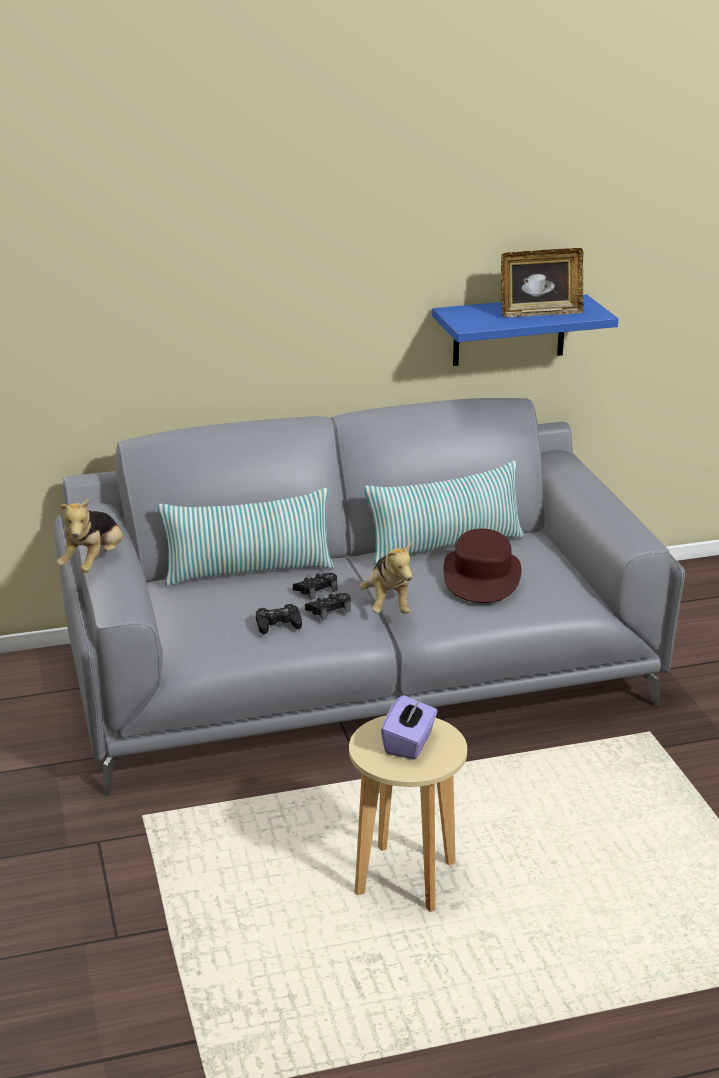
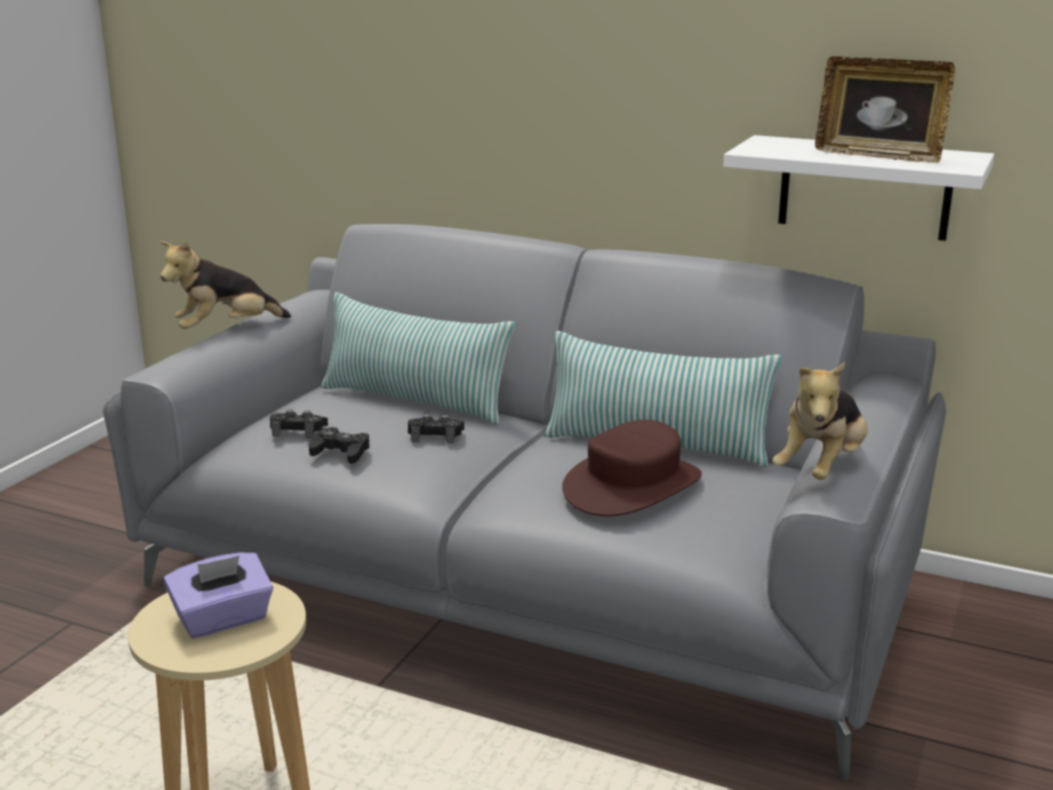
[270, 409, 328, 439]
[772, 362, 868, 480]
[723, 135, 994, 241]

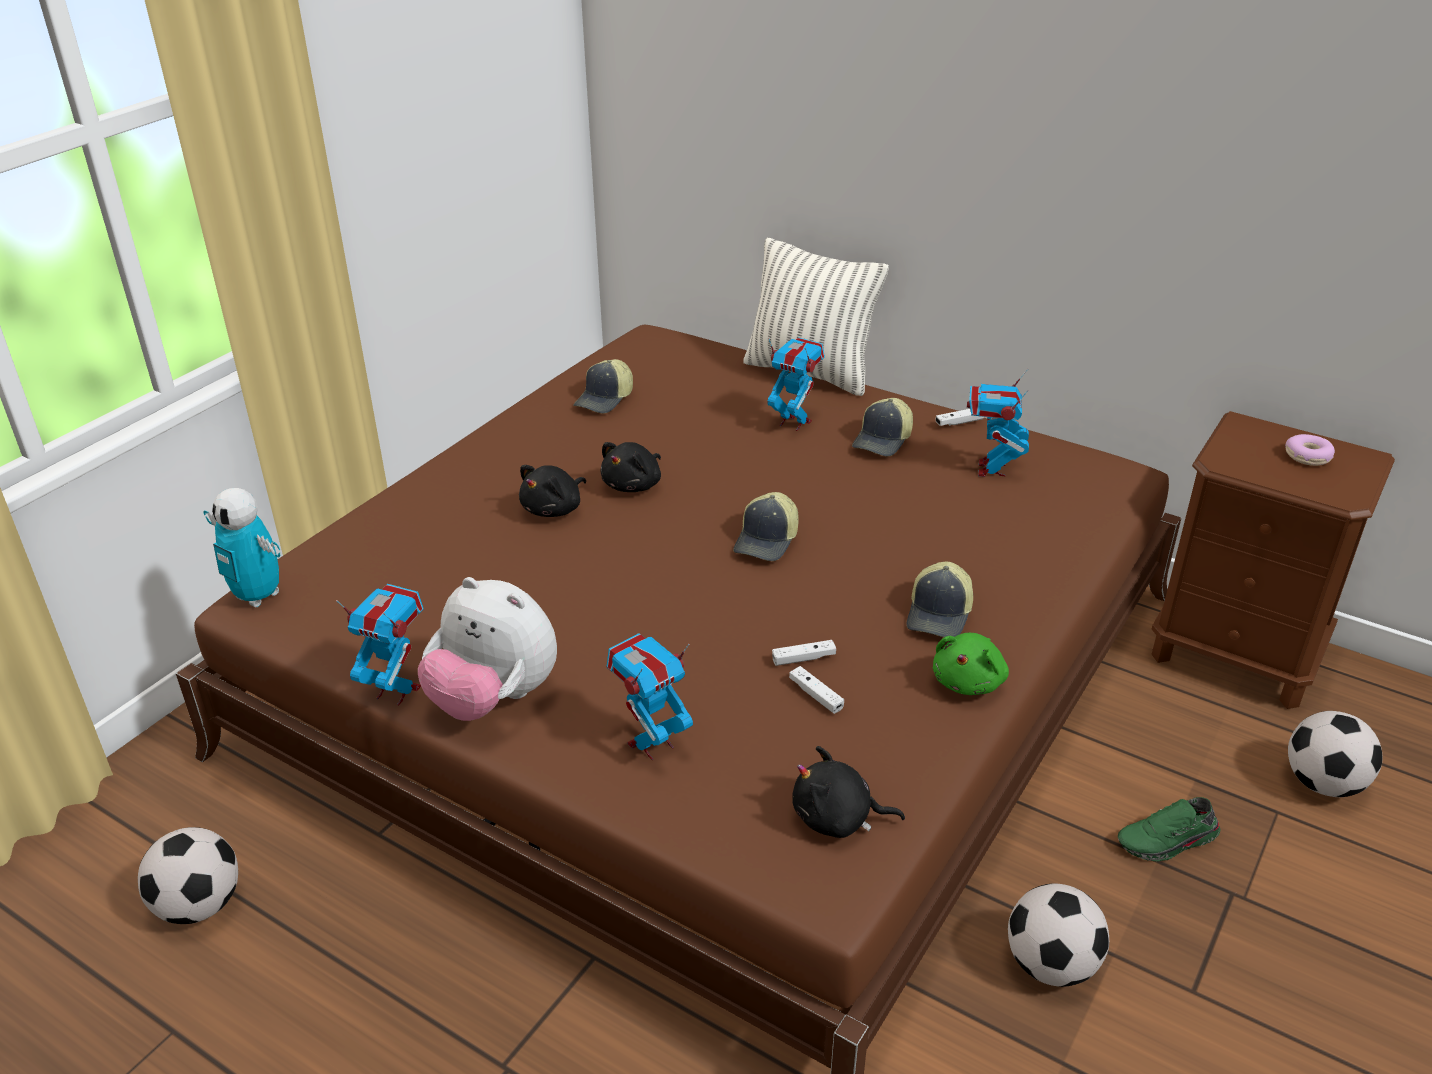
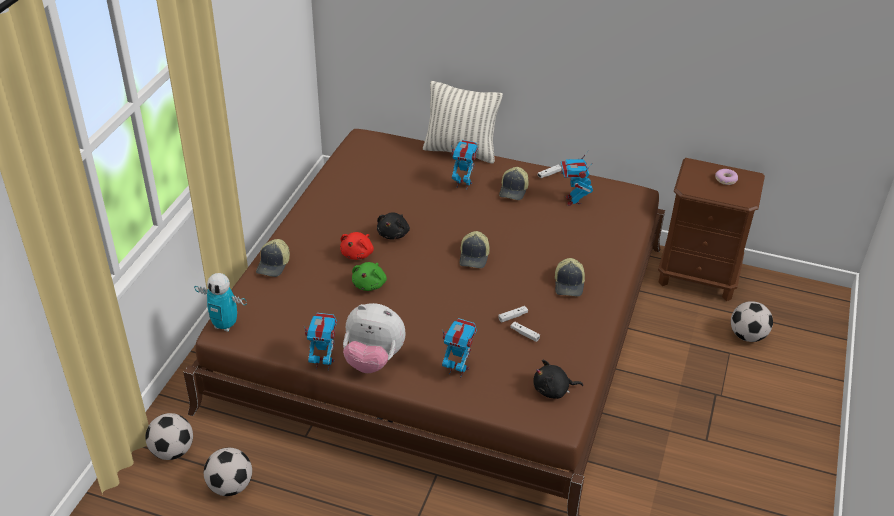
[340, 232, 374, 260]
[256, 239, 290, 277]
[442, 318, 477, 378]
[352, 262, 387, 291]
[145, 413, 193, 460]
[1118, 797, 1220, 862] (first image)

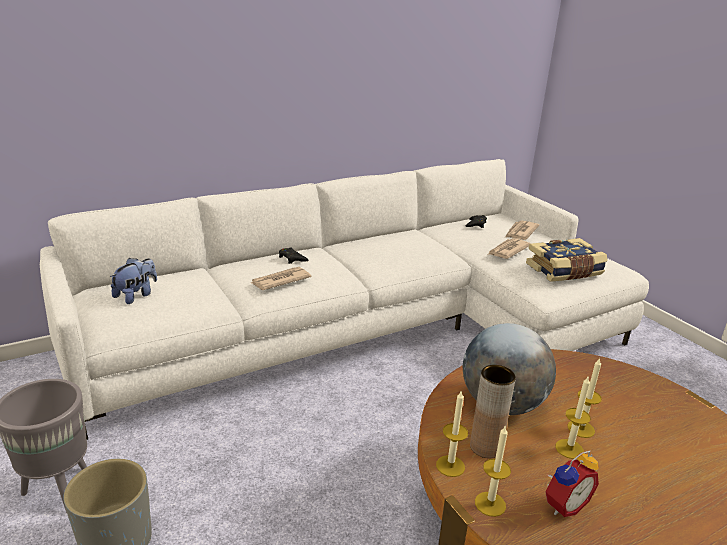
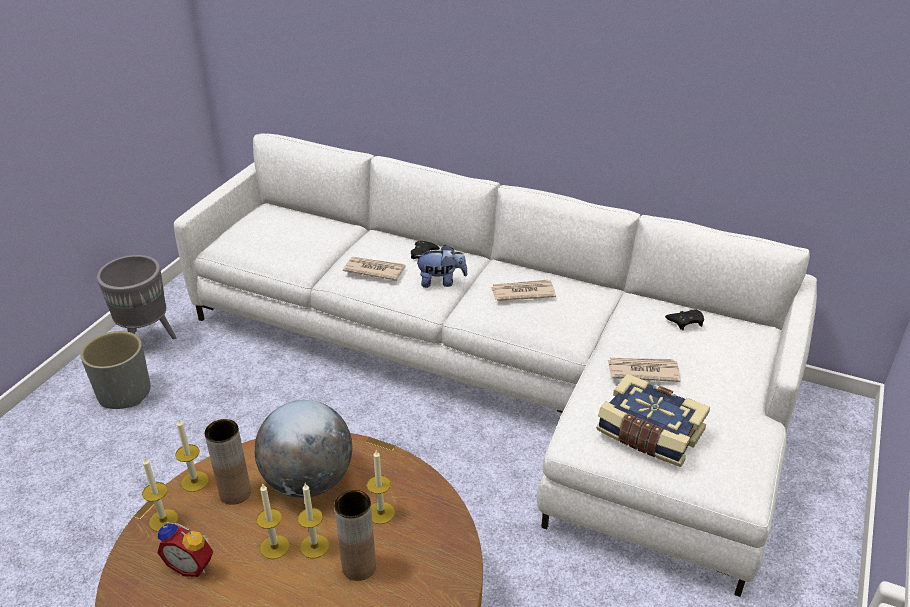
[415, 245, 468, 288]
[491, 280, 556, 301]
[334, 490, 376, 581]
[367, 449, 395, 524]

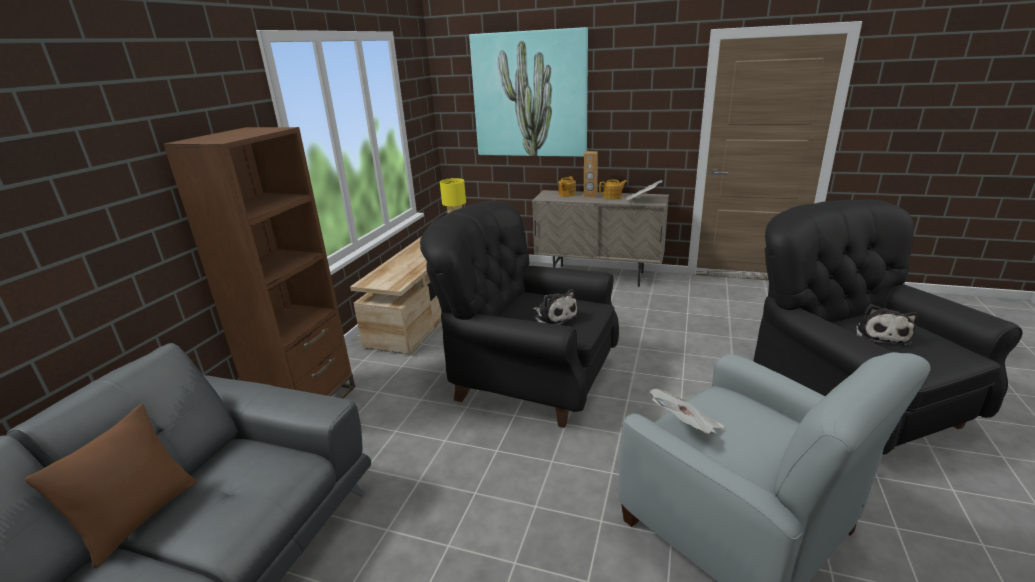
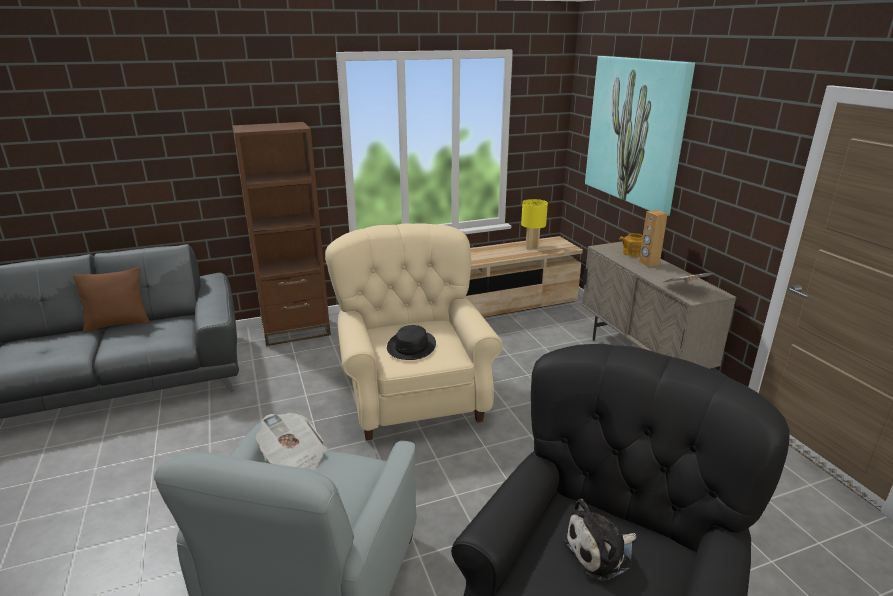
[325, 223, 503, 441]
[387, 325, 436, 360]
[599, 180, 627, 199] (first image)

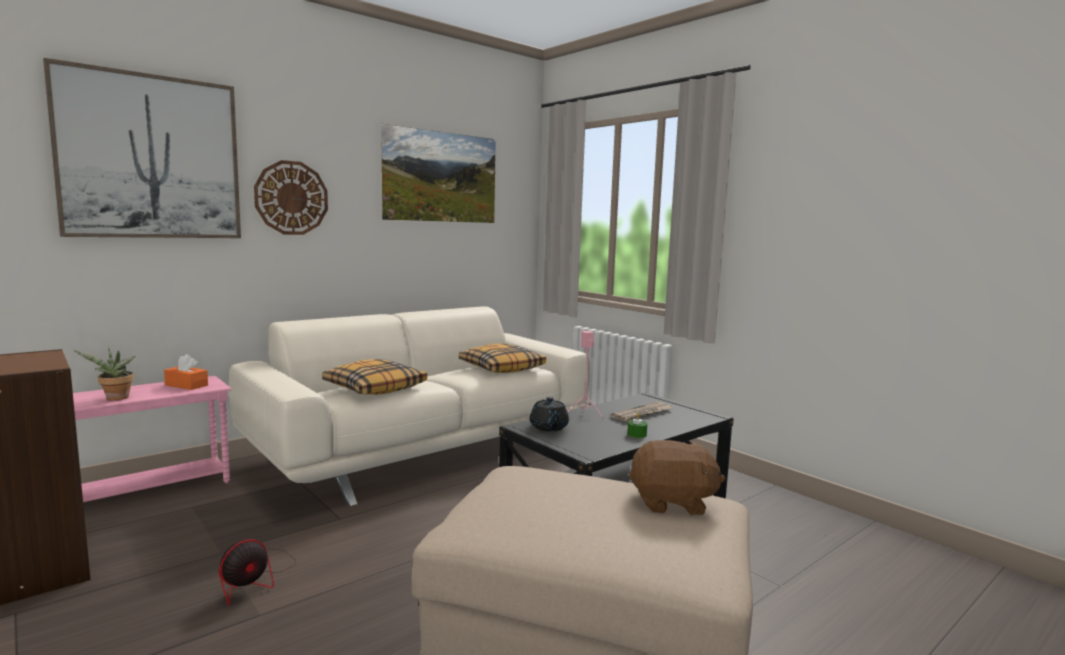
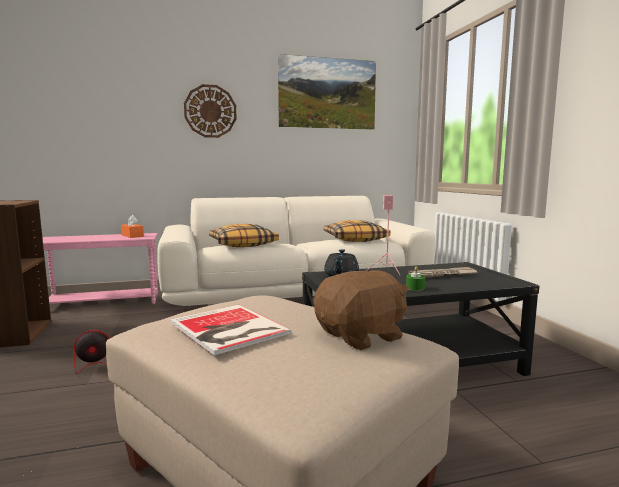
[43, 58, 241, 238] (first image)
[74, 347, 136, 401] (first image)
[314, 270, 409, 350]
[171, 305, 292, 355]

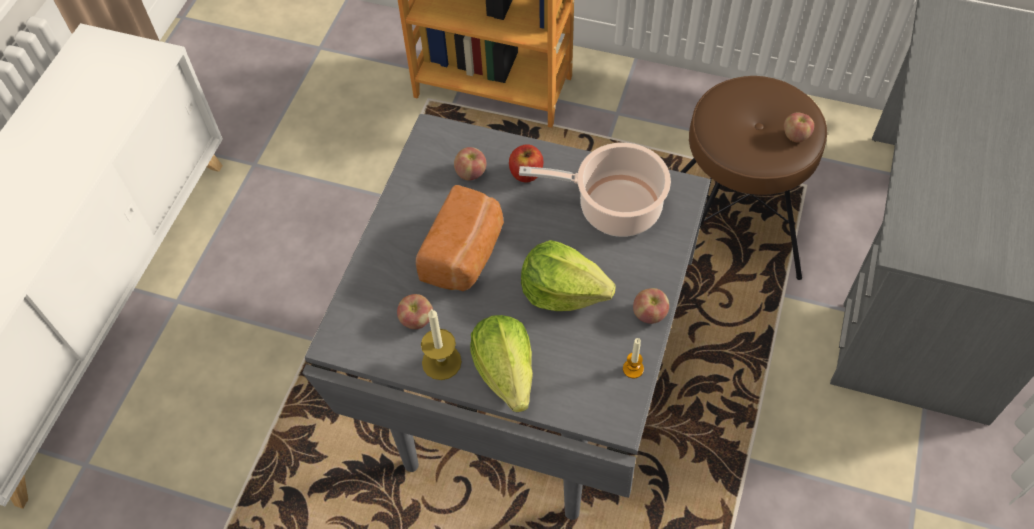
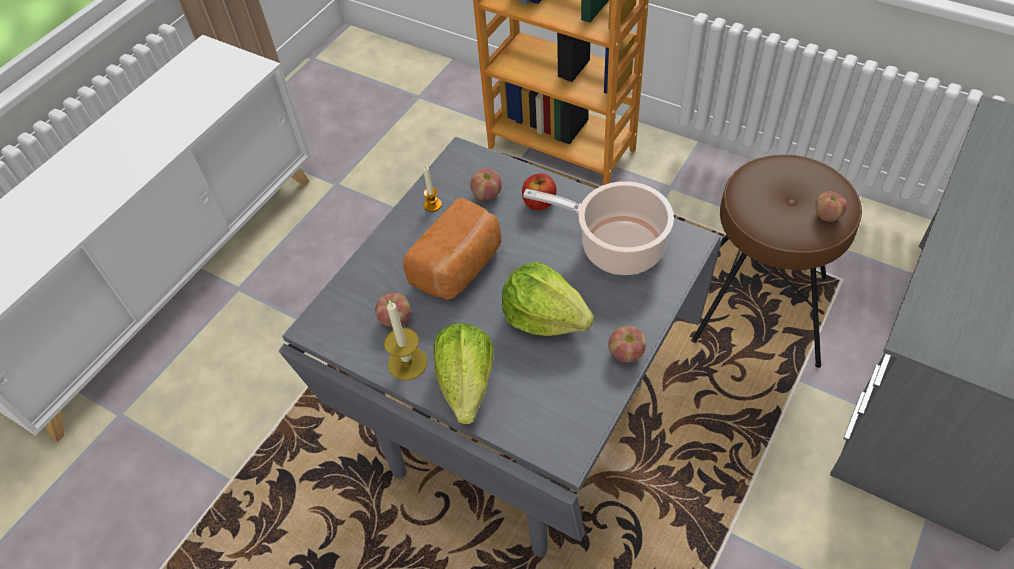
[423, 166, 442, 212]

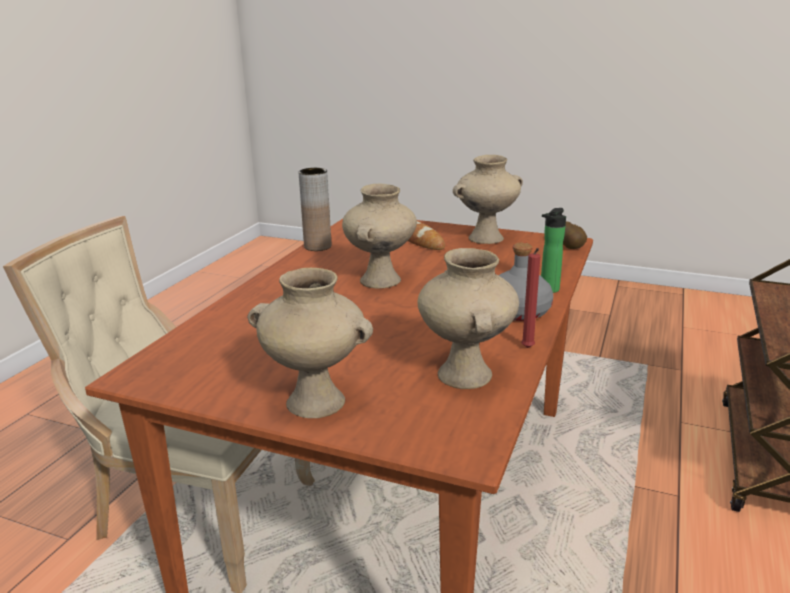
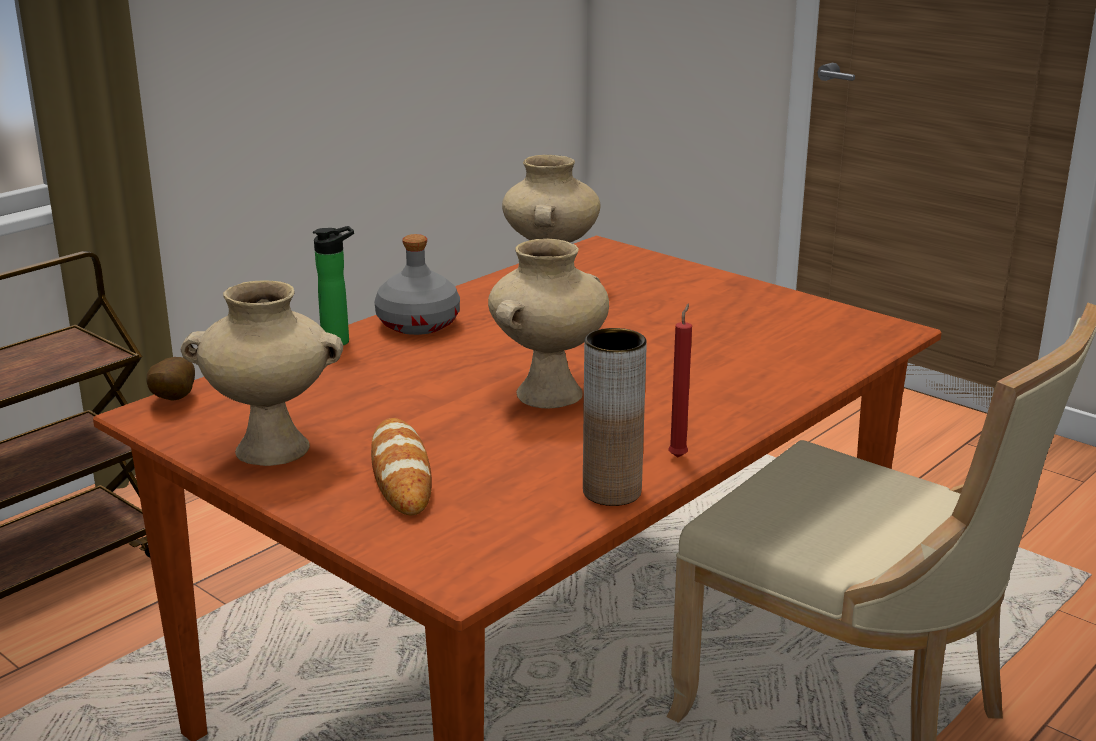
[247, 268, 373, 418] (first image)
[668, 303, 692, 458]

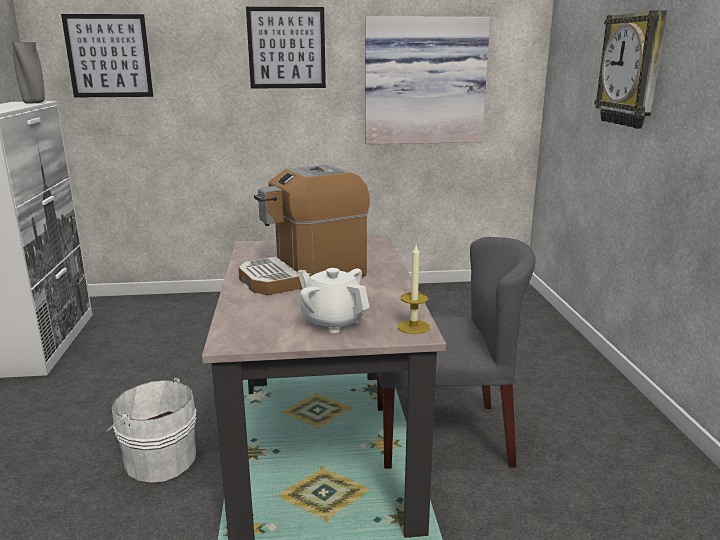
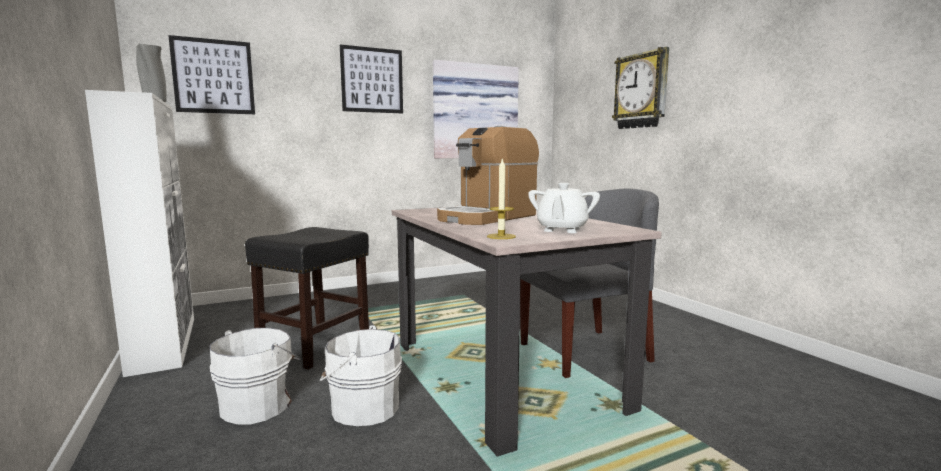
[528, 183, 600, 233]
[487, 157, 516, 239]
[210, 328, 301, 424]
[245, 227, 369, 370]

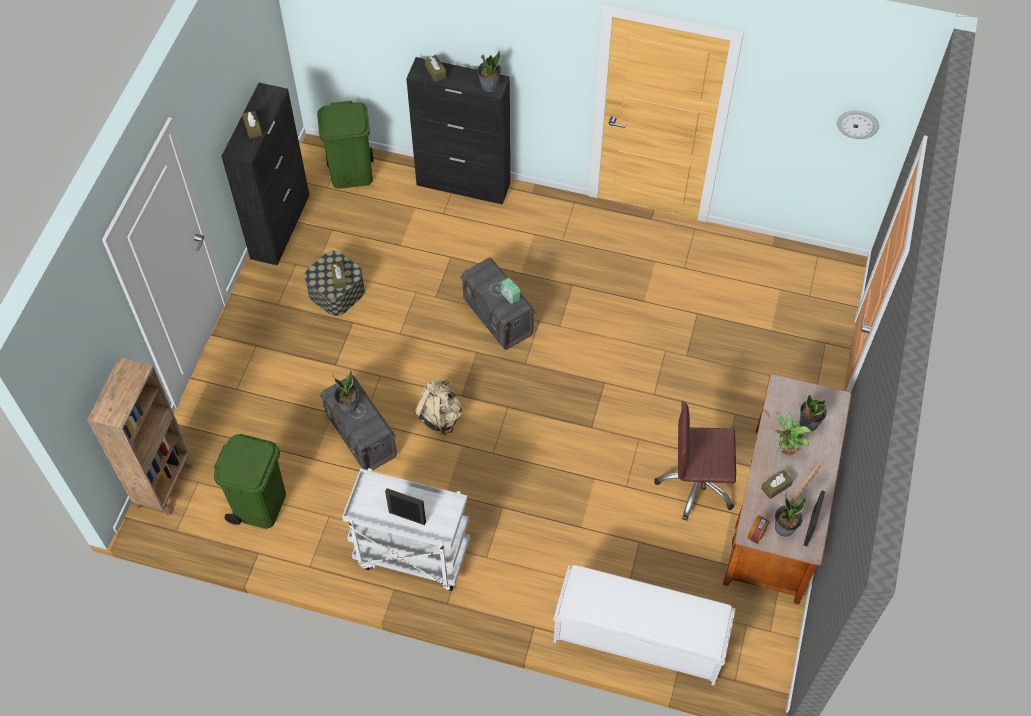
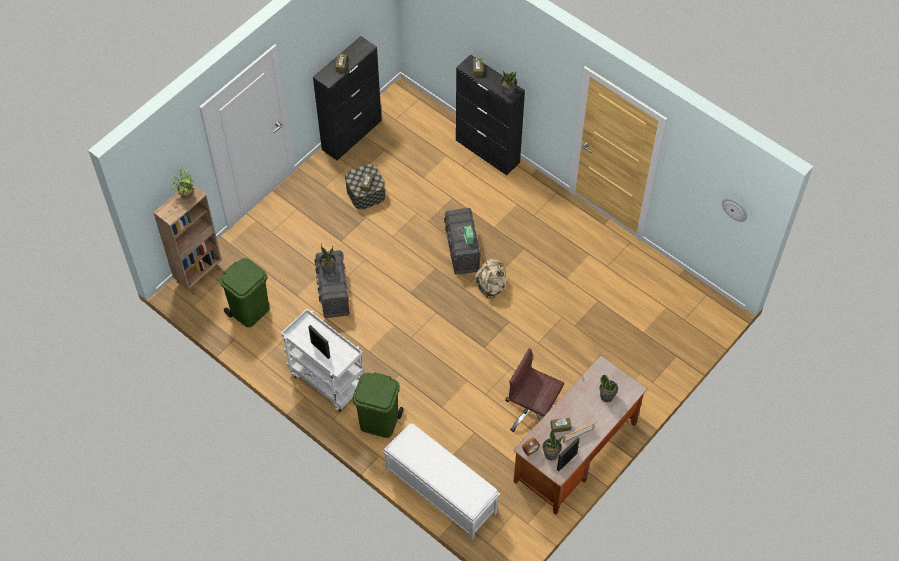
[353, 372, 403, 438]
[474, 259, 506, 298]
[171, 166, 194, 200]

